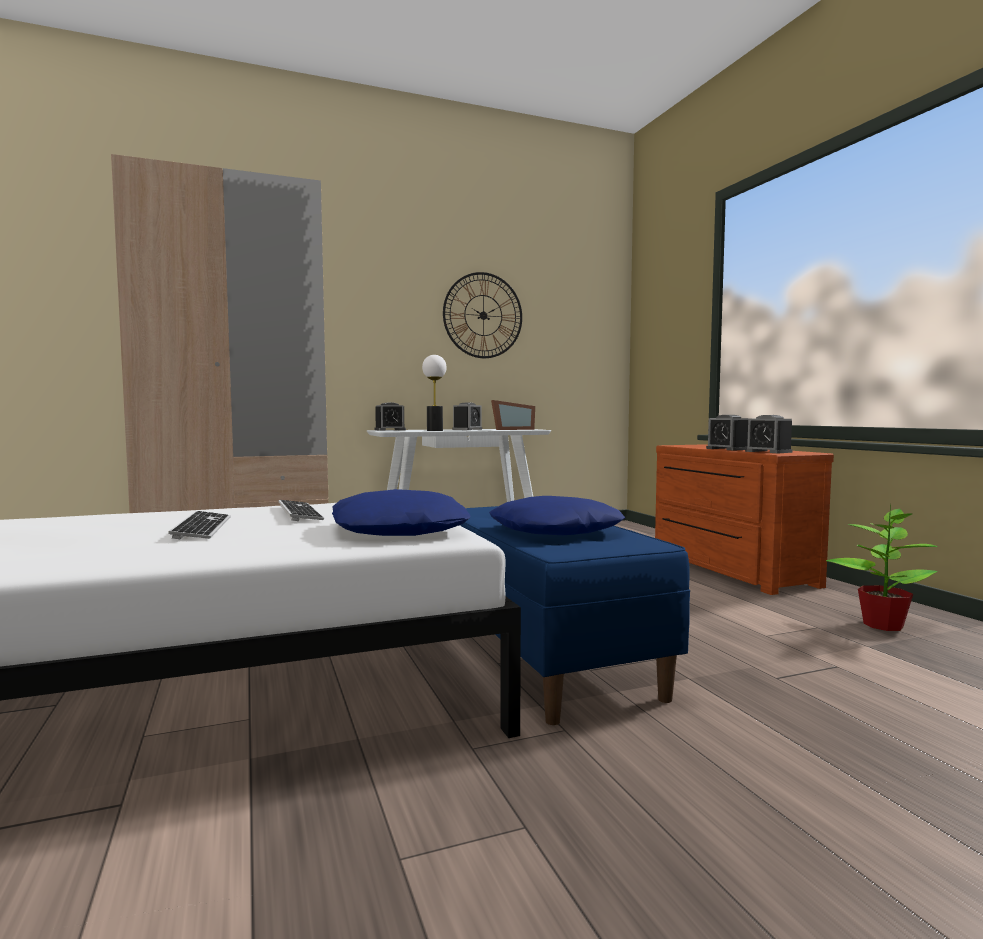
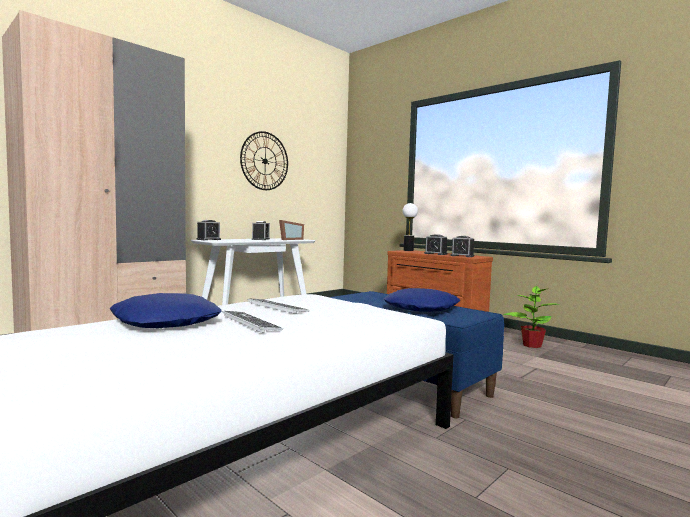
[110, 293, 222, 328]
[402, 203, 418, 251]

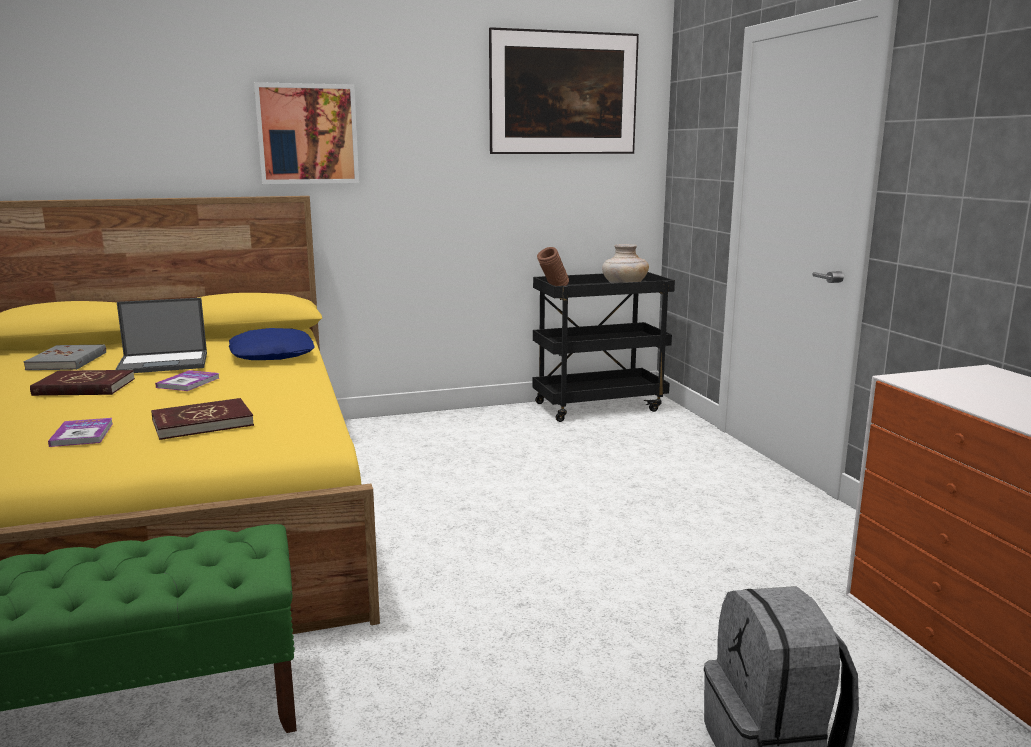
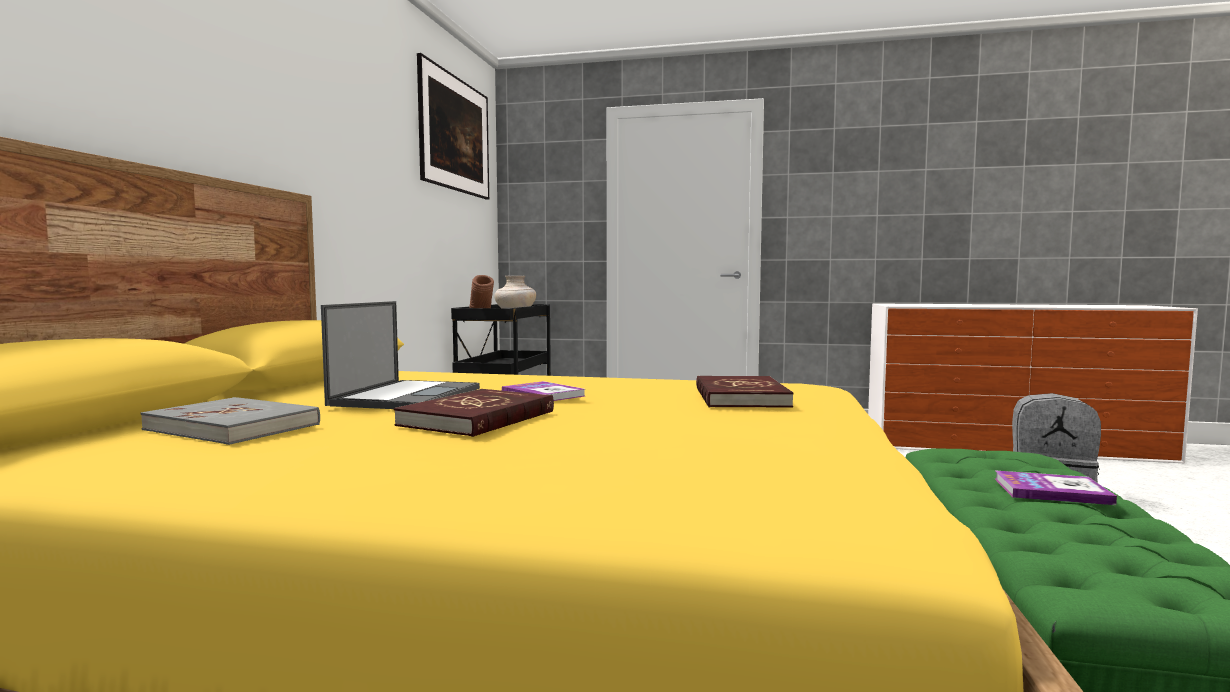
[995, 471, 1117, 505]
[229, 328, 315, 360] (first image)
[254, 82, 359, 184] (first image)

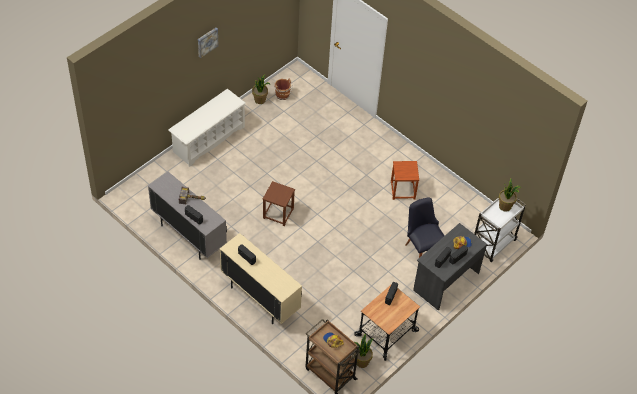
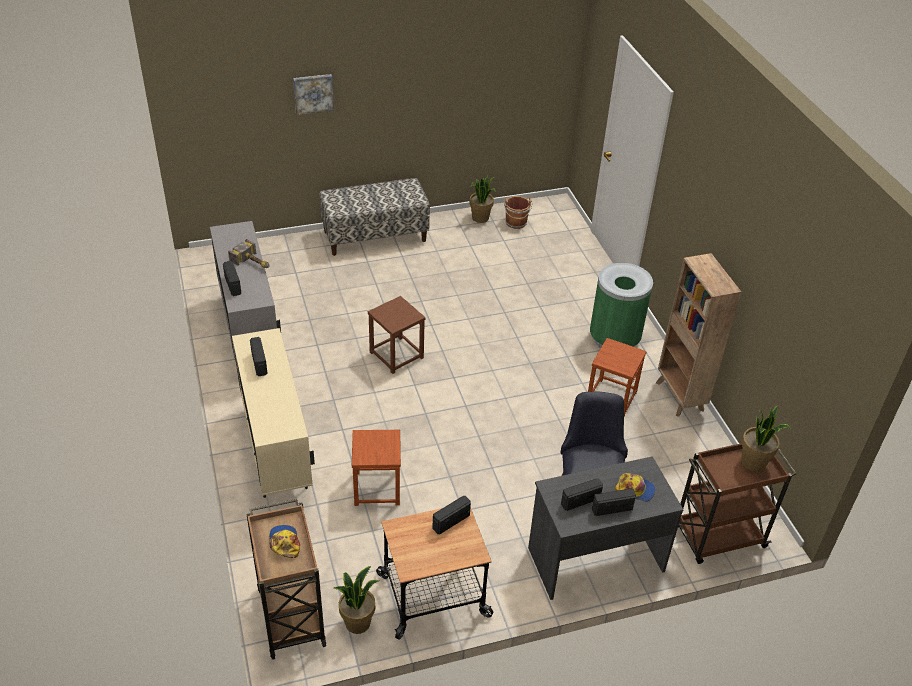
[319, 178, 430, 256]
[293, 74, 334, 115]
[678, 443, 796, 564]
[352, 430, 401, 506]
[590, 263, 653, 348]
[656, 253, 741, 417]

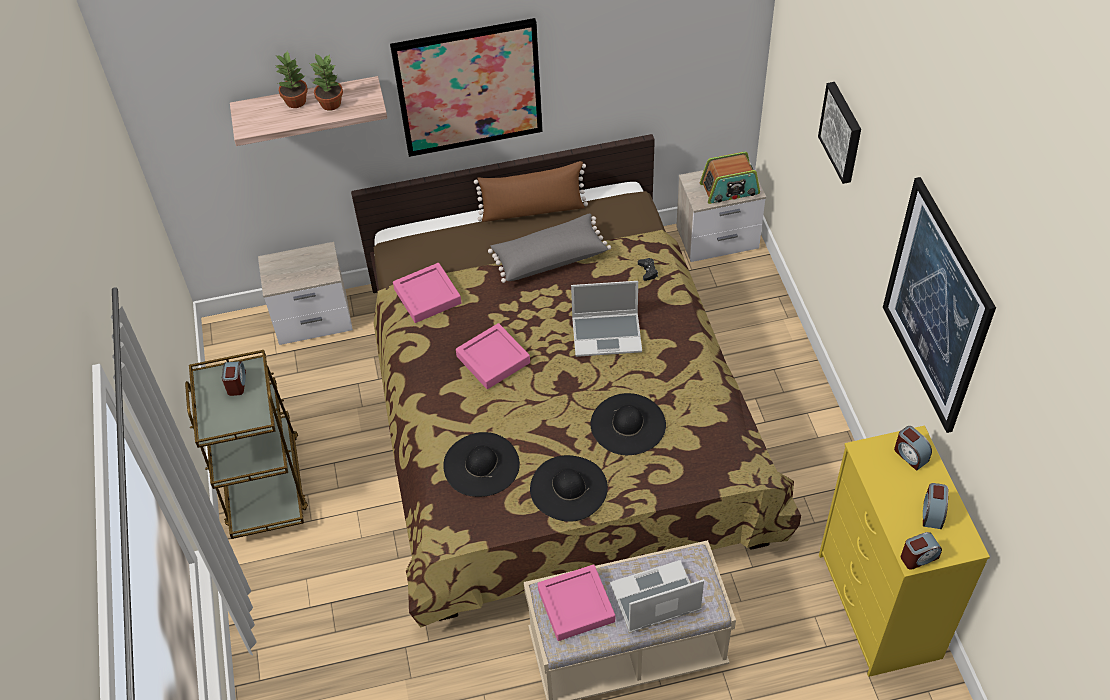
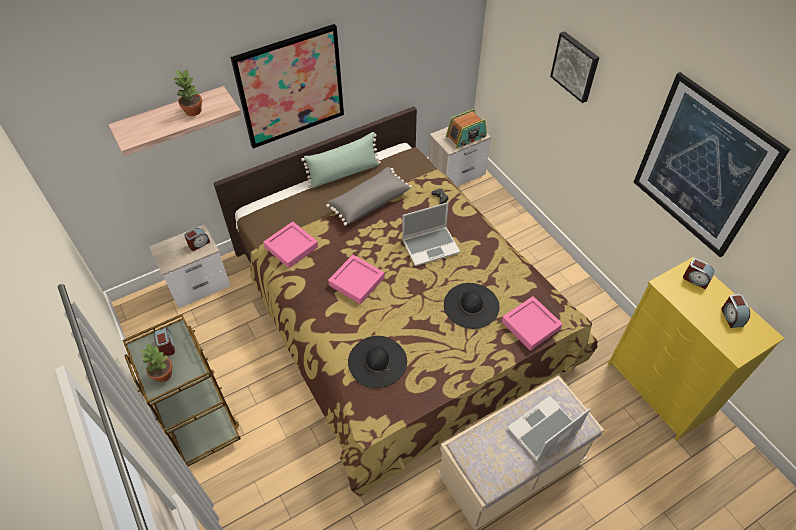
[140, 343, 172, 382]
[301, 132, 381, 188]
[530, 455, 608, 522] (first image)
[502, 296, 562, 351]
[184, 228, 210, 251]

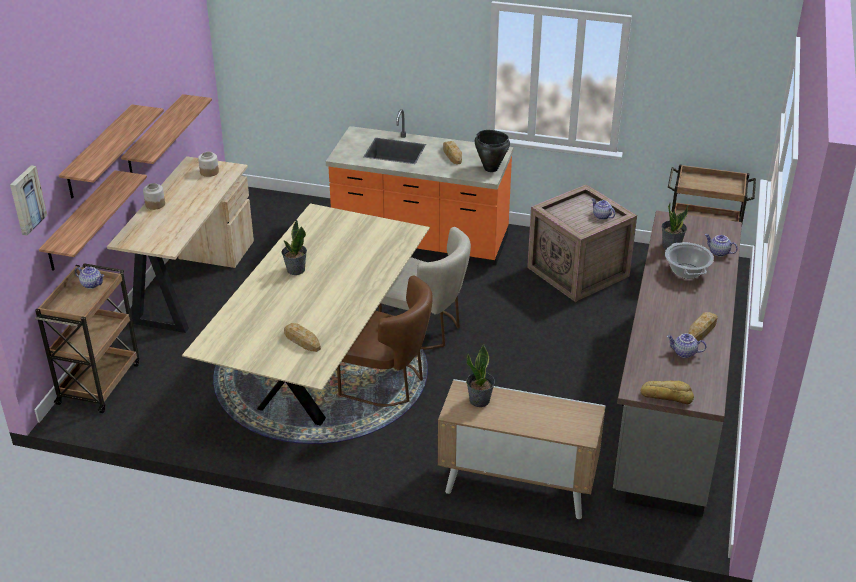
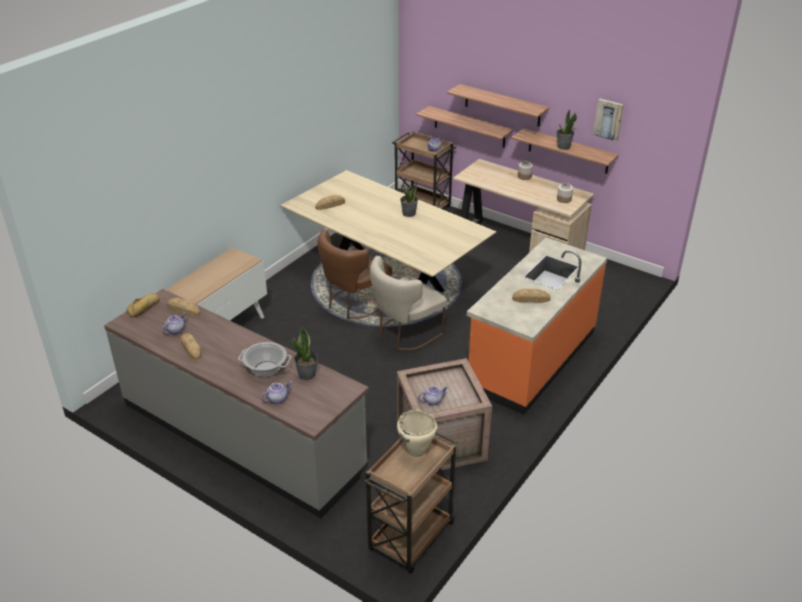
[593, 99, 624, 142]
[556, 109, 577, 150]
[475, 130, 510, 172] (first image)
[167, 297, 201, 316]
[397, 410, 437, 457]

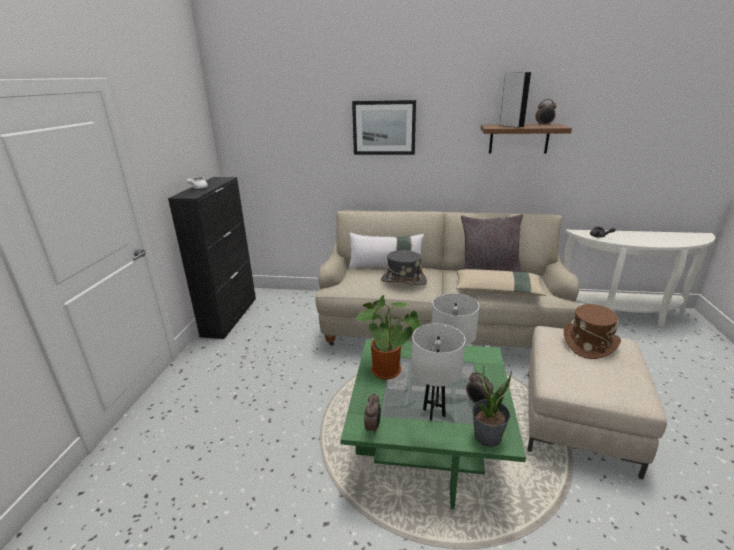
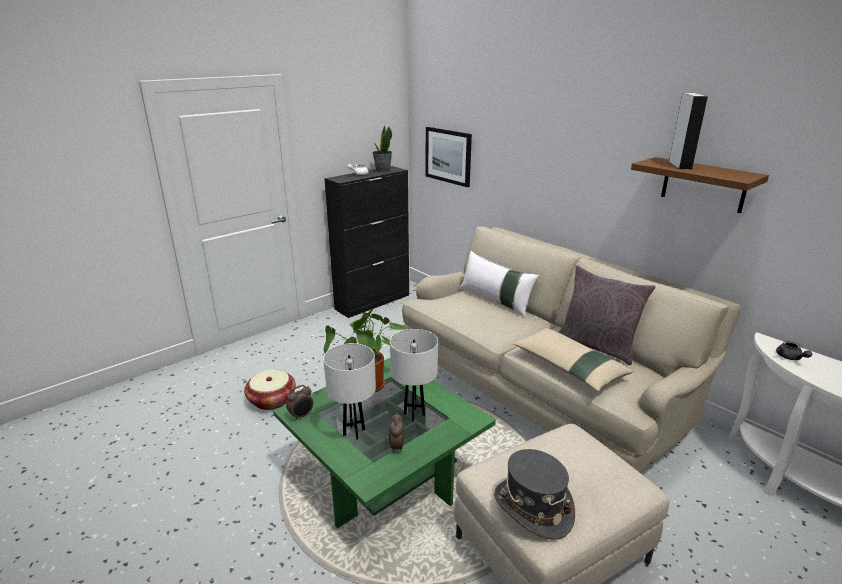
[426, 127, 472, 187]
[494, 449, 575, 540]
[372, 126, 392, 172]
[536, 99, 556, 126] (first image)
[564, 304, 621, 359] (first image)
[244, 370, 296, 410]

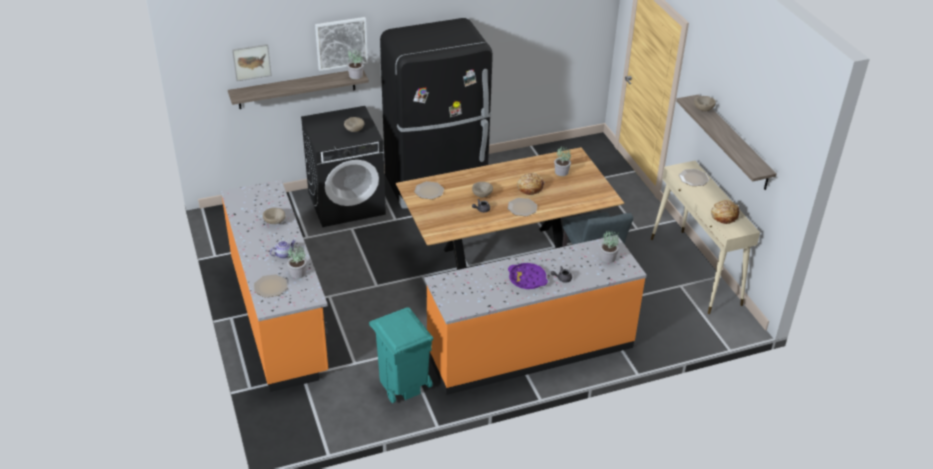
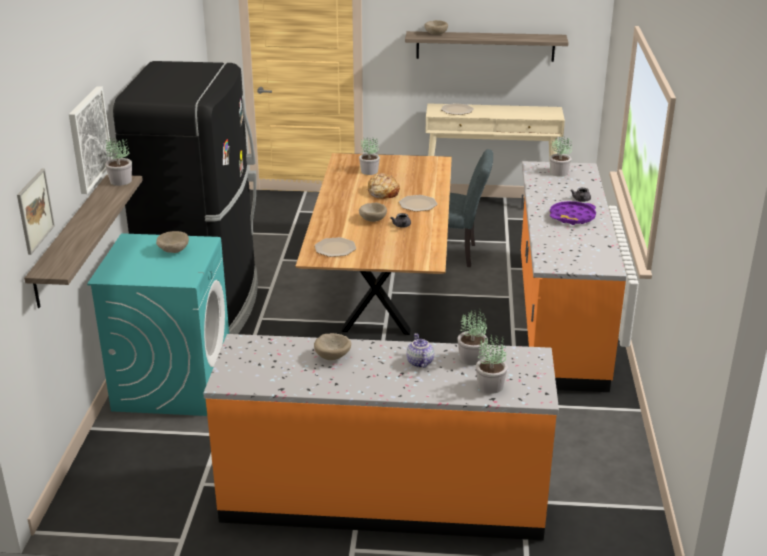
[476, 334, 508, 394]
[87, 233, 229, 416]
[369, 307, 433, 403] (first image)
[711, 200, 739, 224] (first image)

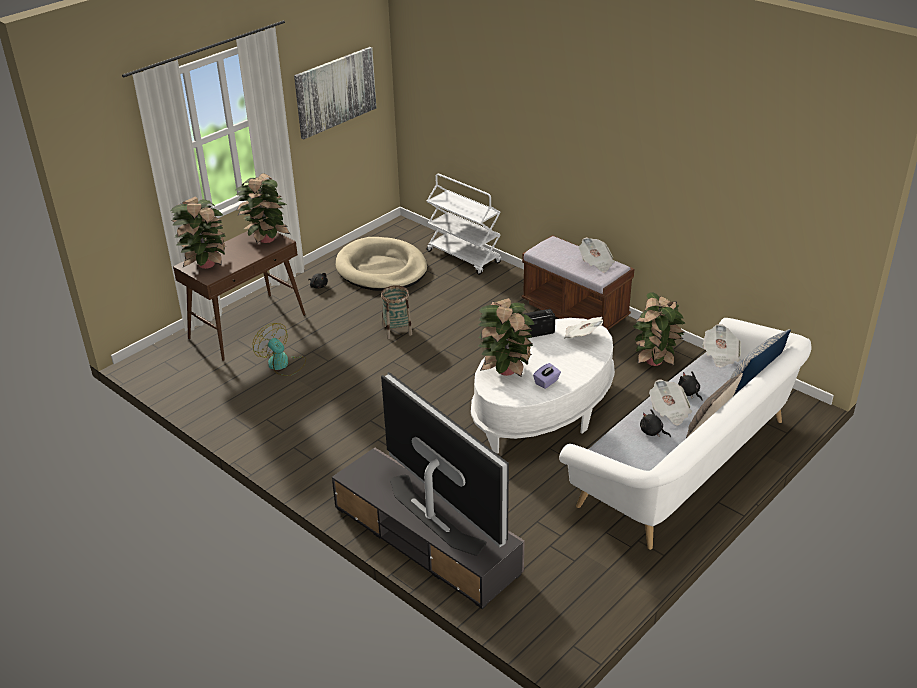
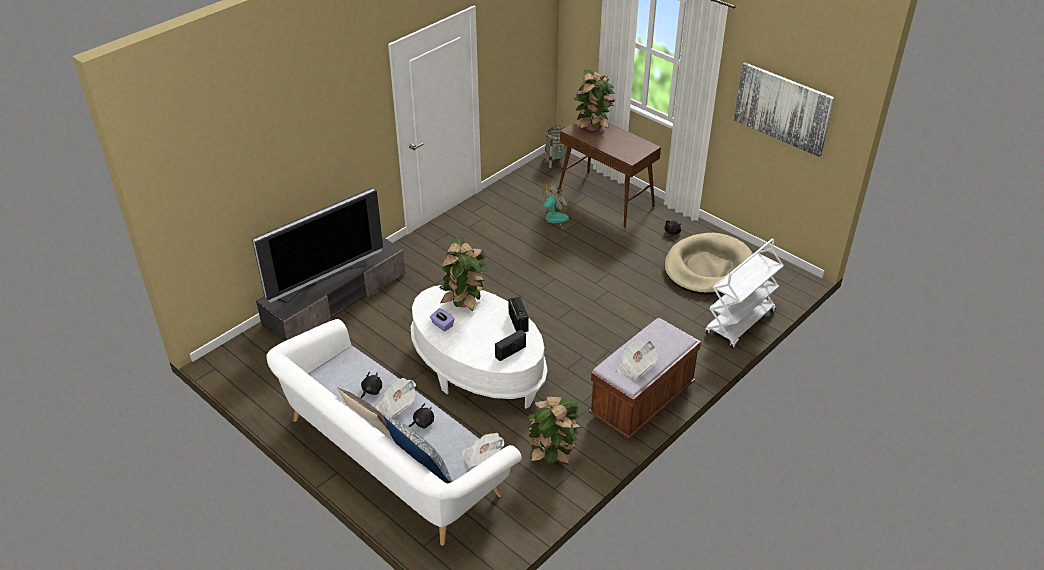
[236, 173, 290, 244] (first image)
[544, 125, 569, 168]
[495, 330, 526, 361]

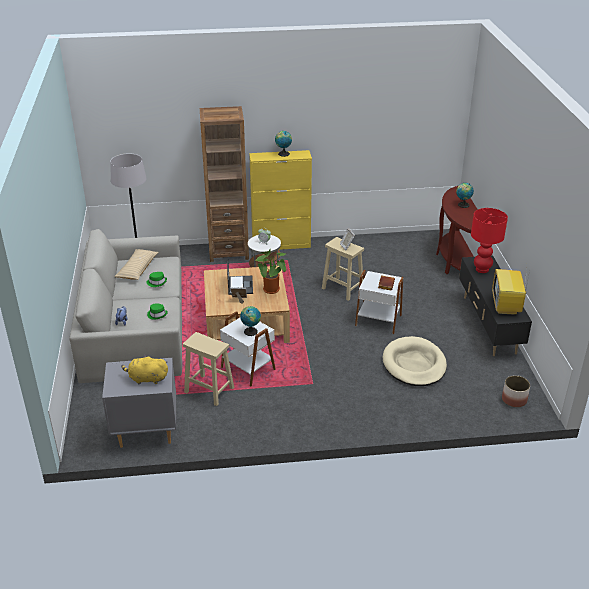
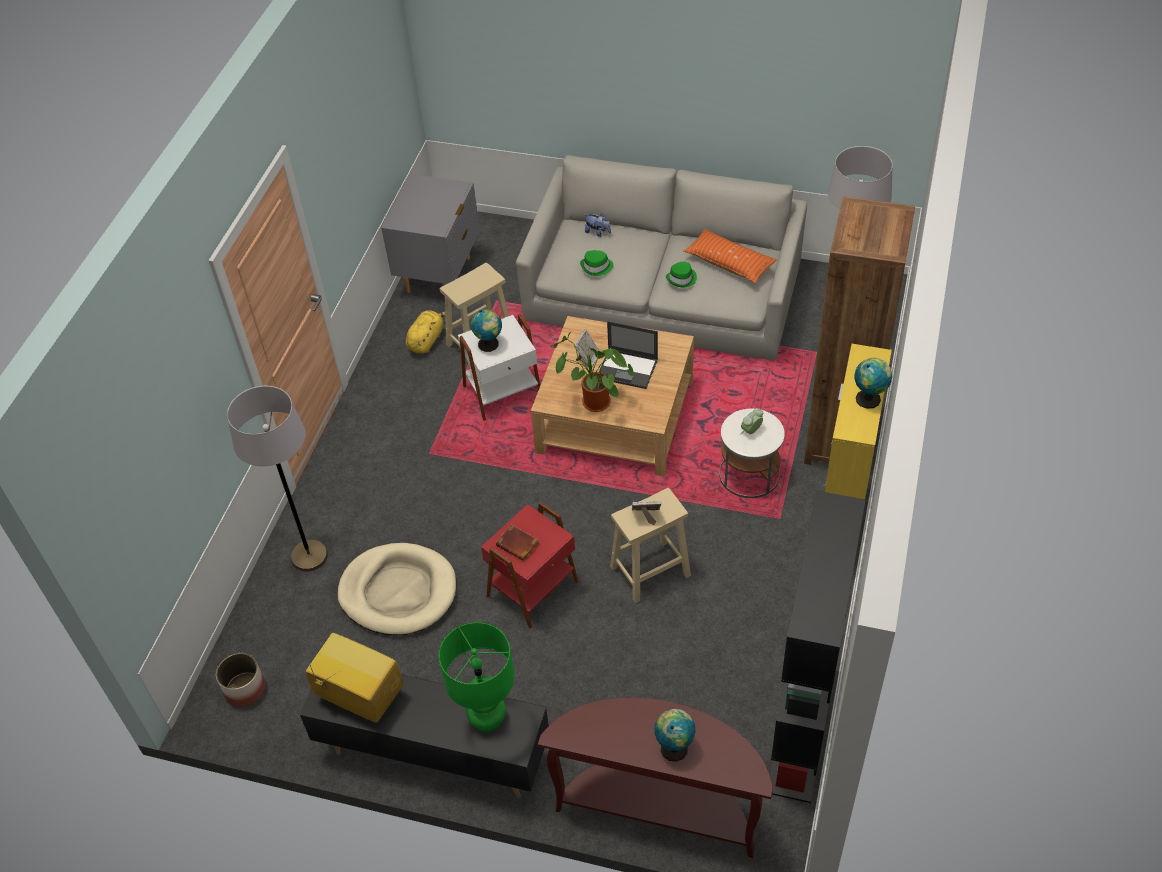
[684, 229, 777, 284]
[406, 310, 445, 354]
[481, 502, 579, 629]
[438, 622, 515, 732]
[227, 386, 328, 572]
[770, 491, 866, 803]

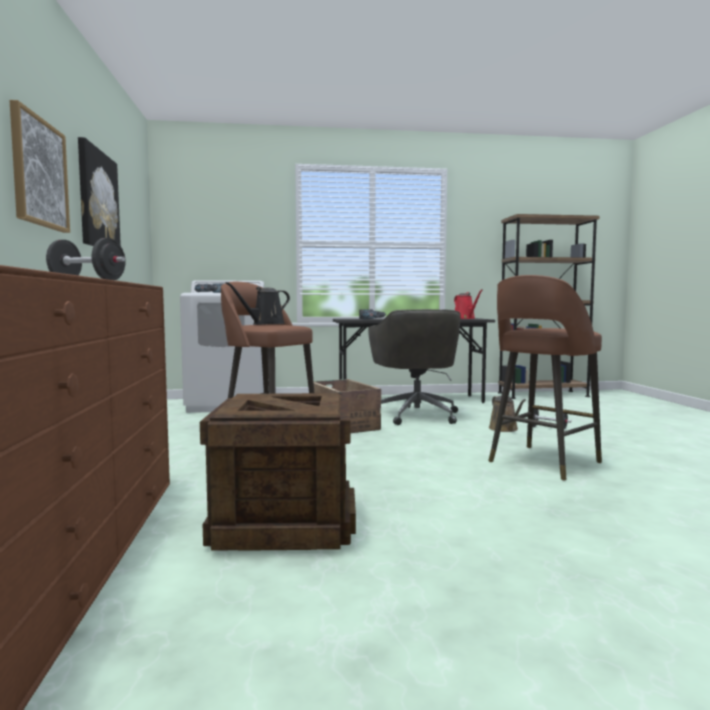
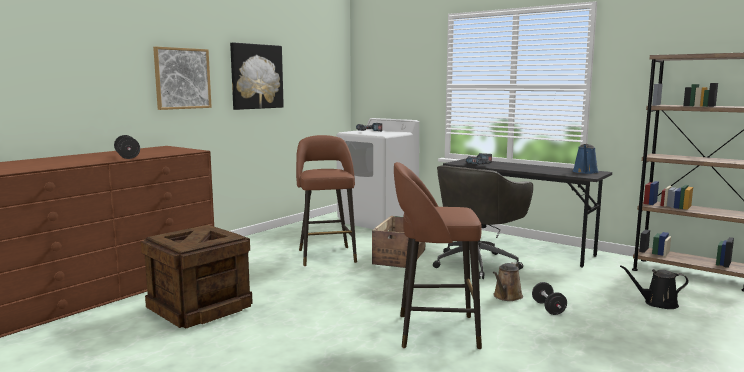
[620, 265, 689, 309]
[573, 144, 598, 174]

